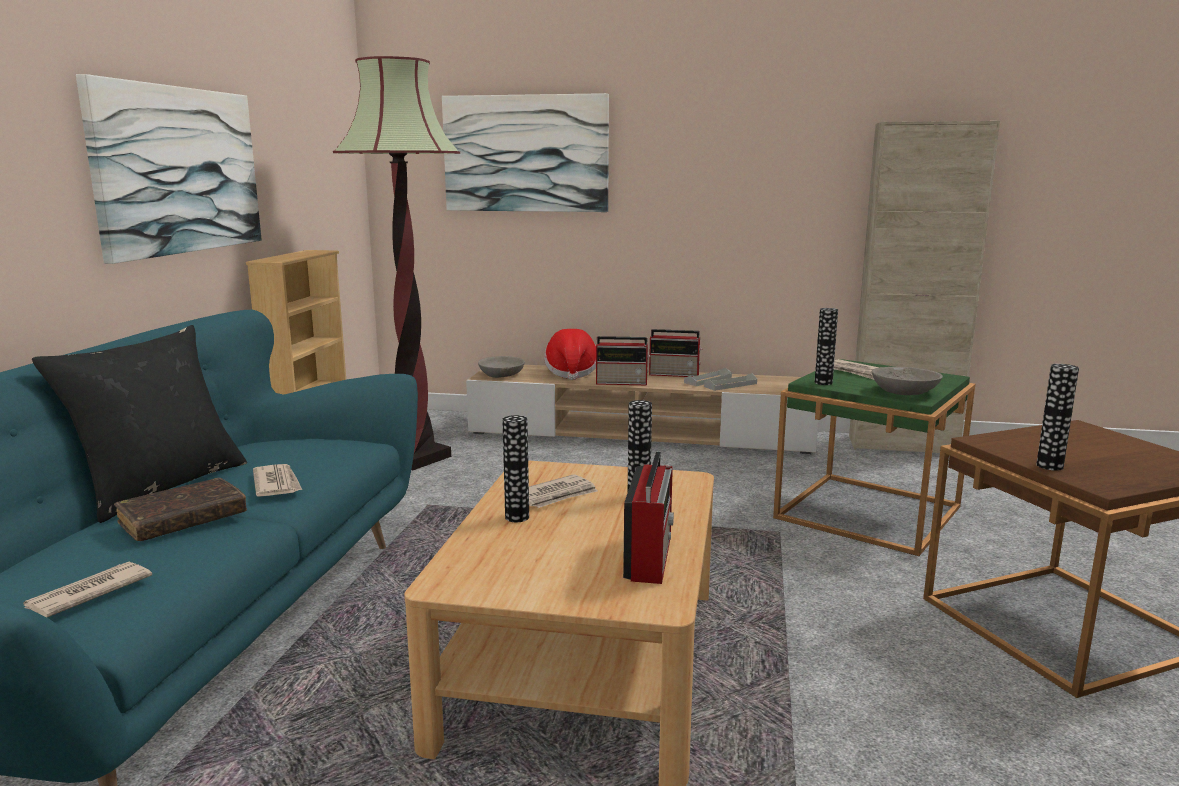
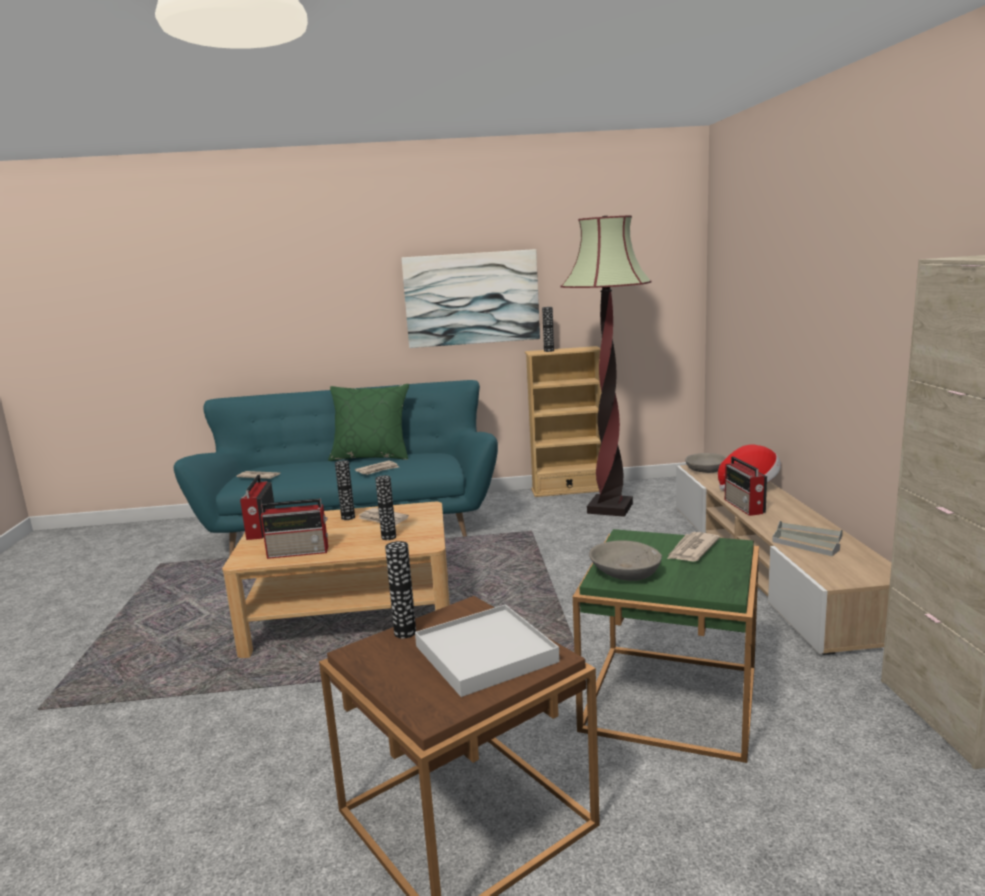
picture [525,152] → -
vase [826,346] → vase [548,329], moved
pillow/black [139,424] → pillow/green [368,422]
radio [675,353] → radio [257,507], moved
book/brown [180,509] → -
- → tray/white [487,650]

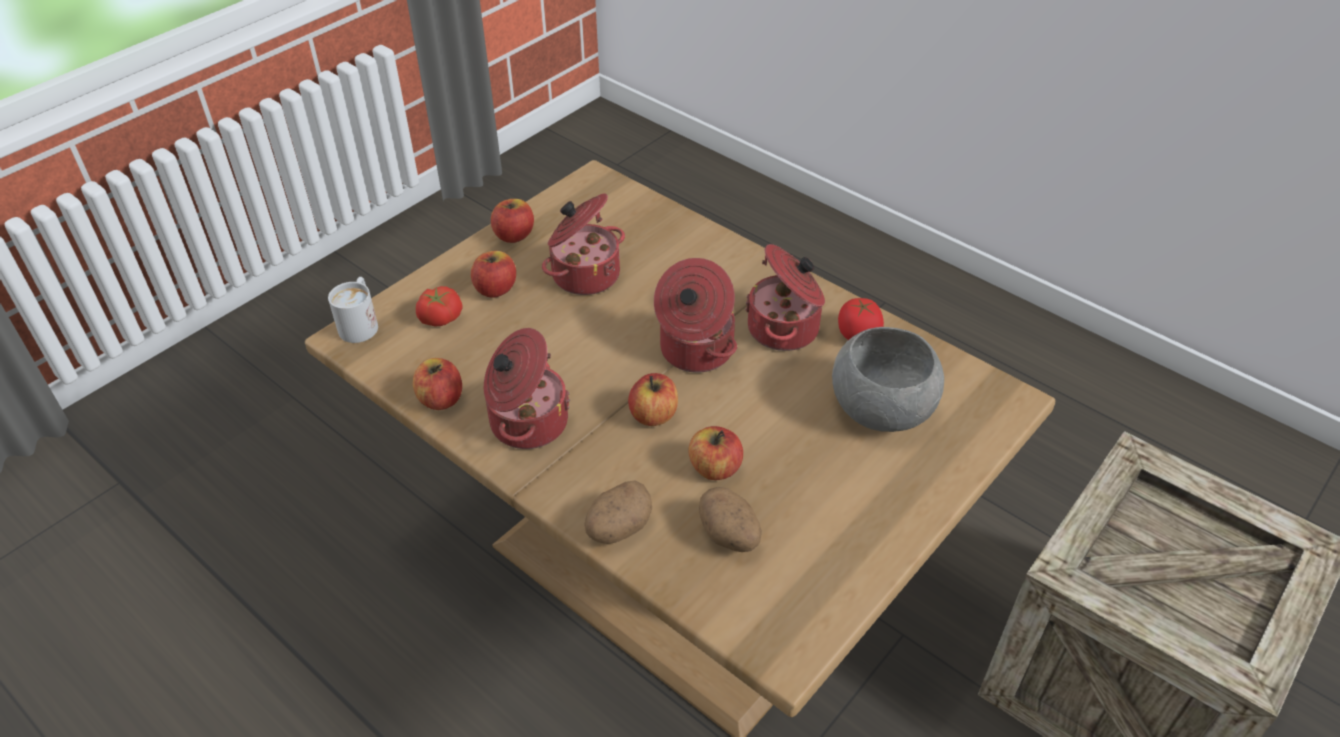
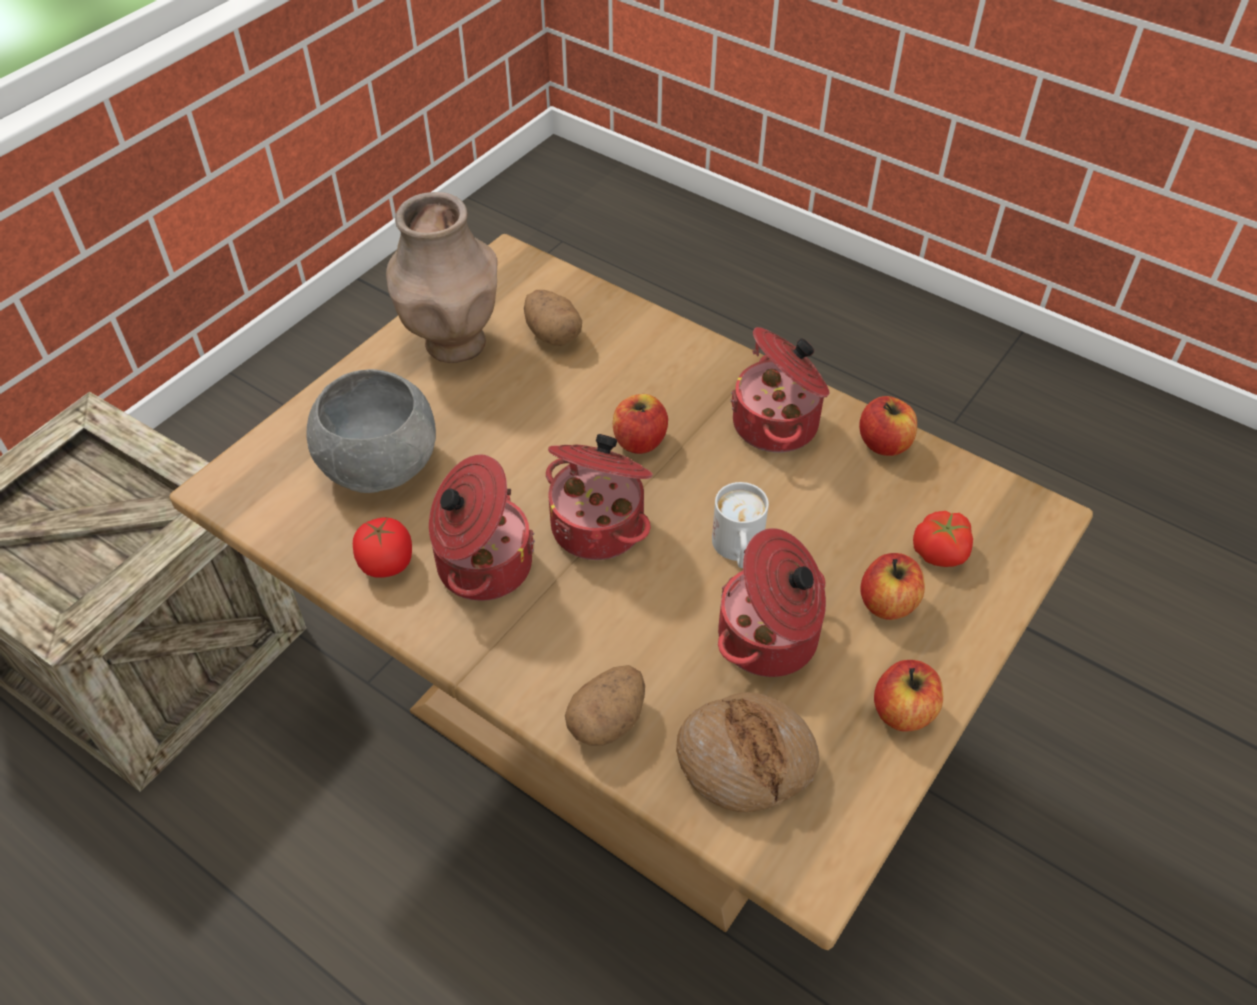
mug/white [353,310] → mug/white [740,525], moved
apple [716,453] → -
potato [618,512] → potato [605,705], moved
- → vase/brown [442,277]
- → bread [748,752]

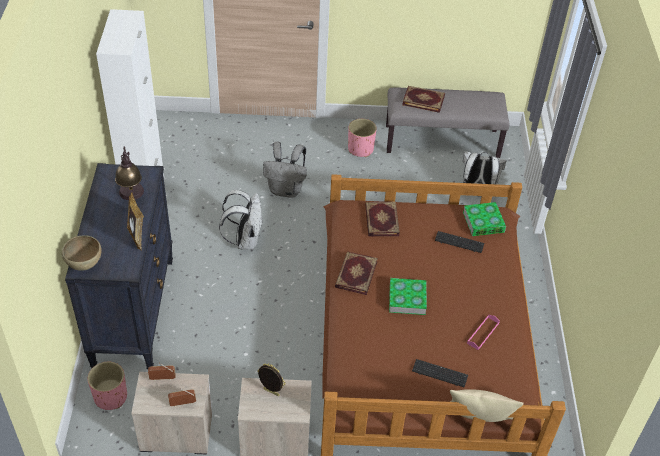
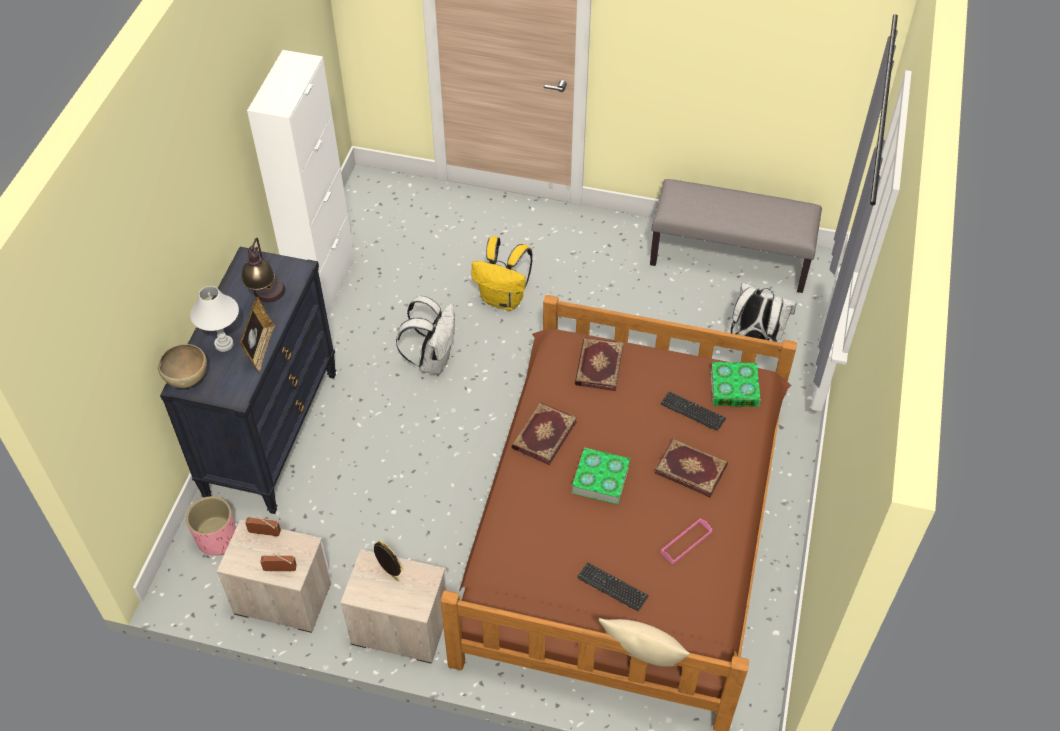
book [423,99] → book [691,468], moved
planter/pink [362,138] → -
backpack/grey [285,169] → backpack/yellow [502,273]
- → table lamp/white [214,319]

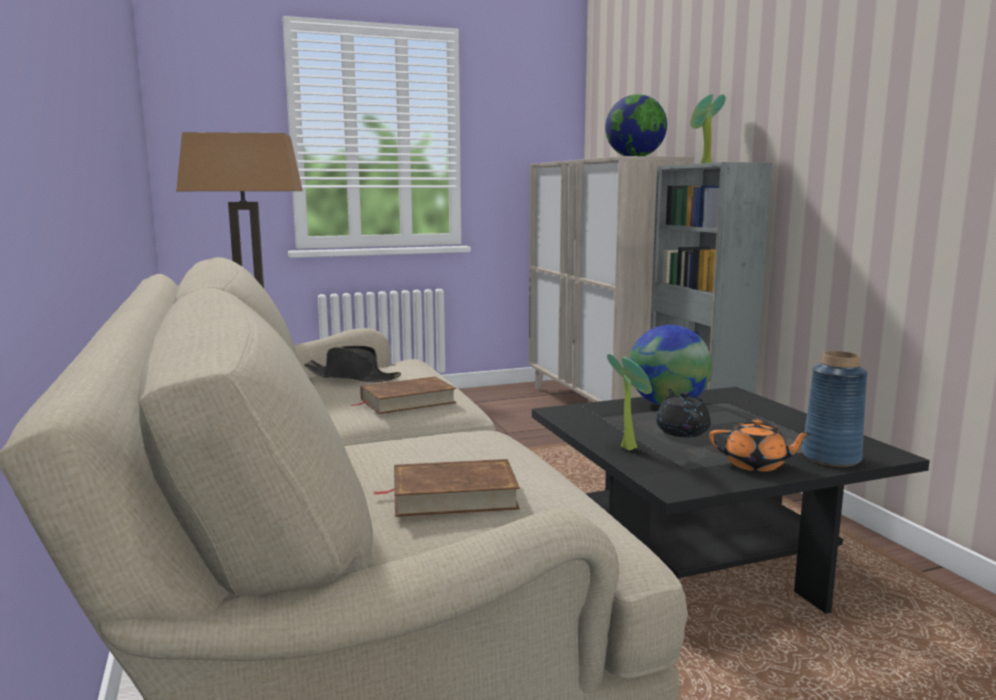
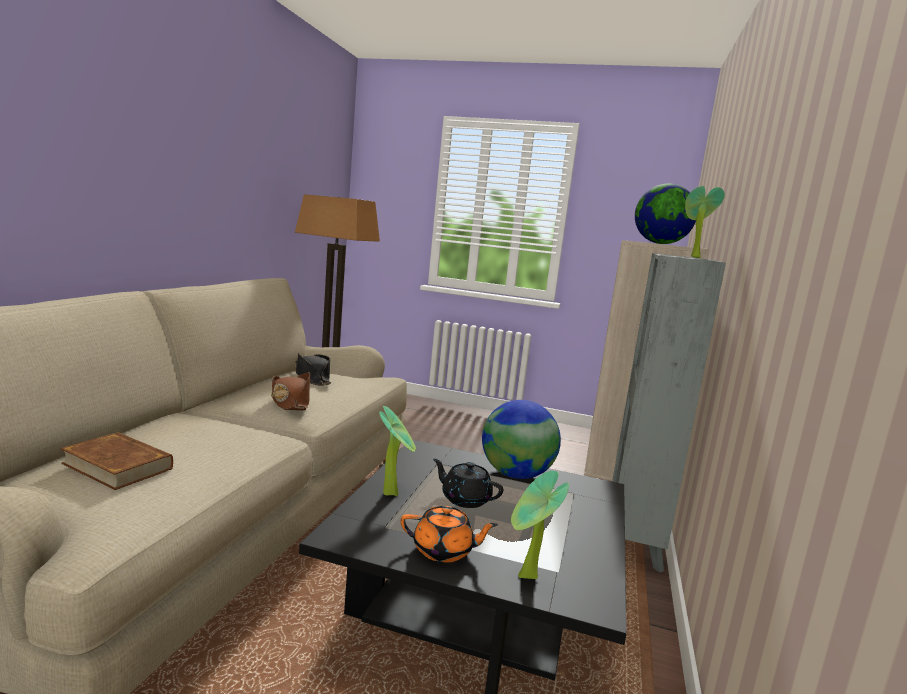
vase/blue [835,409] → potted plant [540,525]
book/brown [404,395] → hat/brown [290,391]
teapot/black [683,413] → teapot/black [468,483], 90 degrees counterclockwise
teapot/orange [761,445] → teapot/orange [449,534], 45 degrees counterclockwise

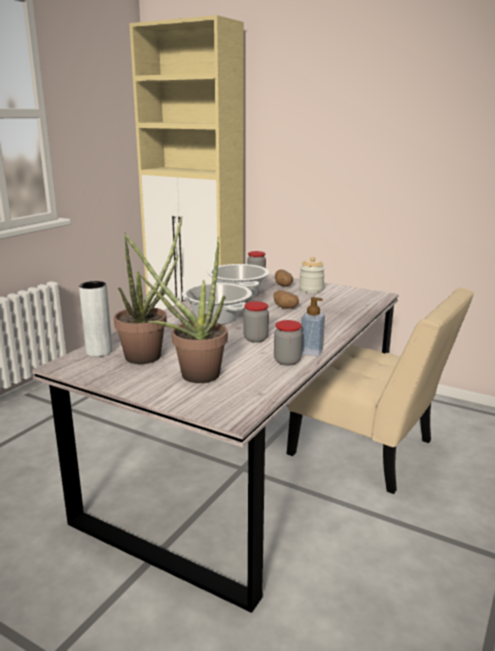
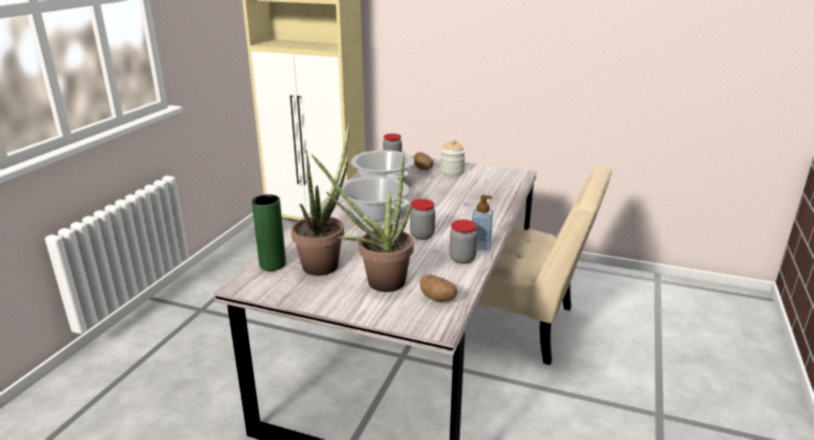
vase/grey [95,319] → vase/green [269,232]
potato [286,299] → potato [439,288], moved

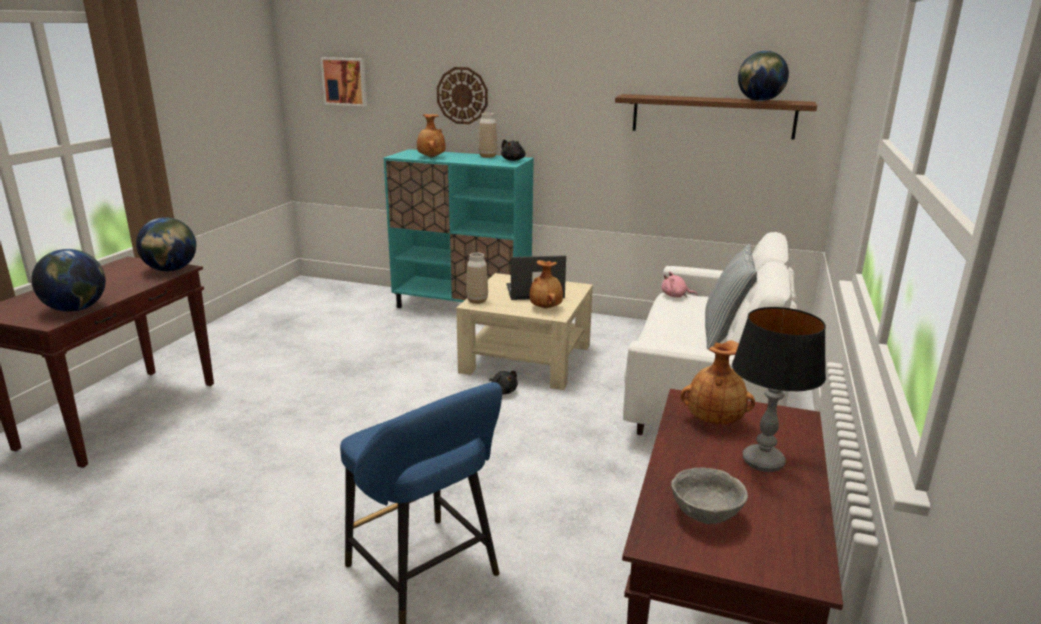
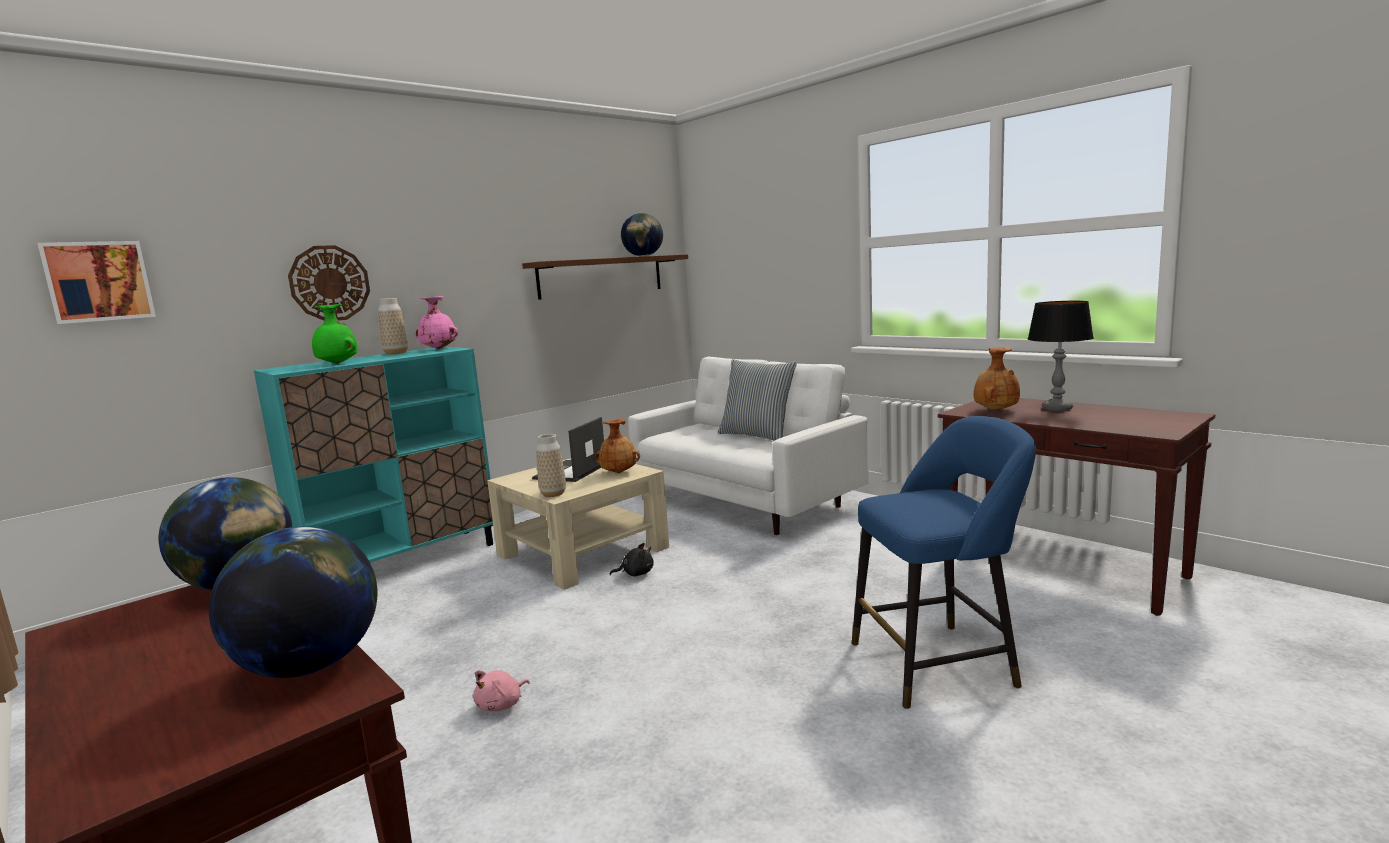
vase/brown [431,136] → vase/green [335,334]
plush toy/black [513,150] → vase/pink [436,322]
plush toy/pink [680,284] → plush toy/pink [501,690], moved
bowl/grey [709,496] → -

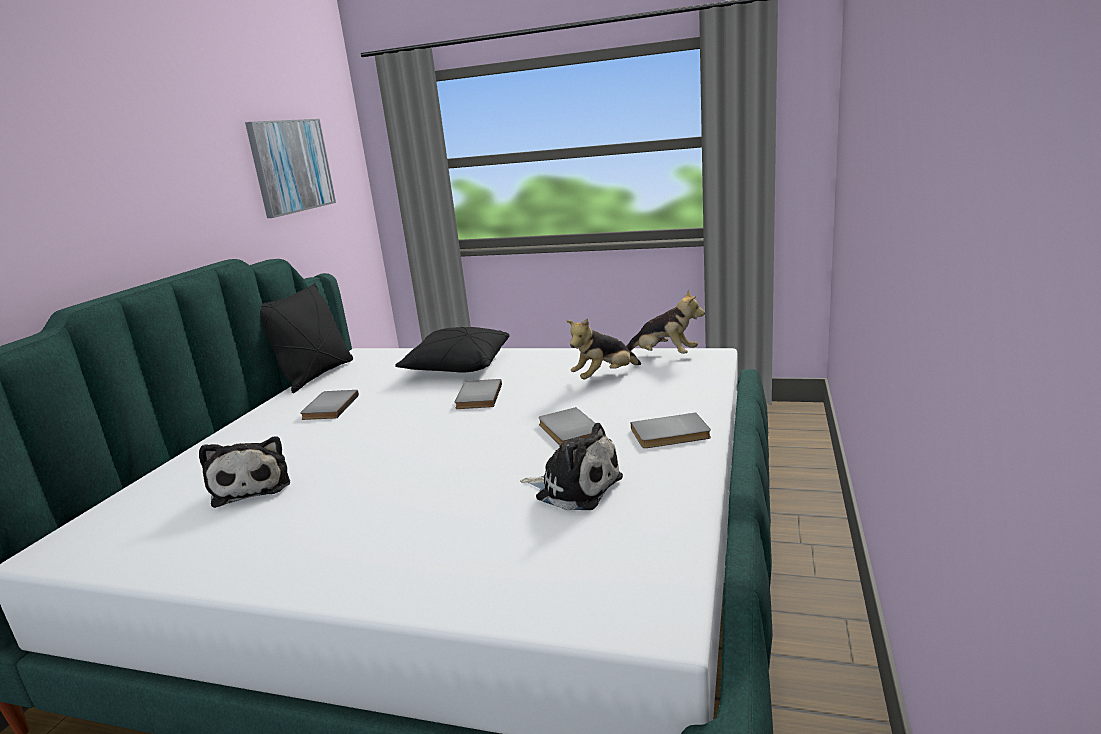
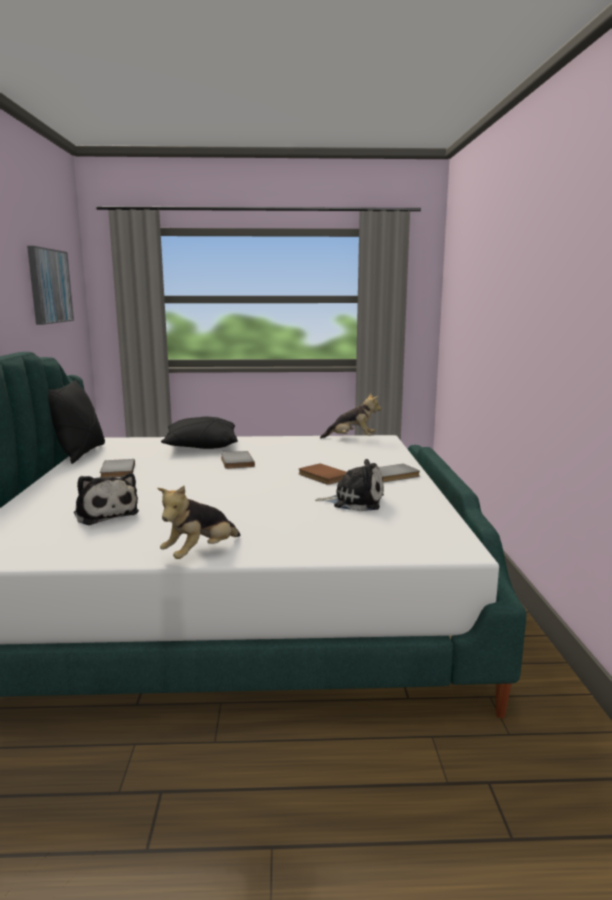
plush toy [604,348] → plush toy [198,522], moved
book/grey [567,426] → book/brown [323,474]

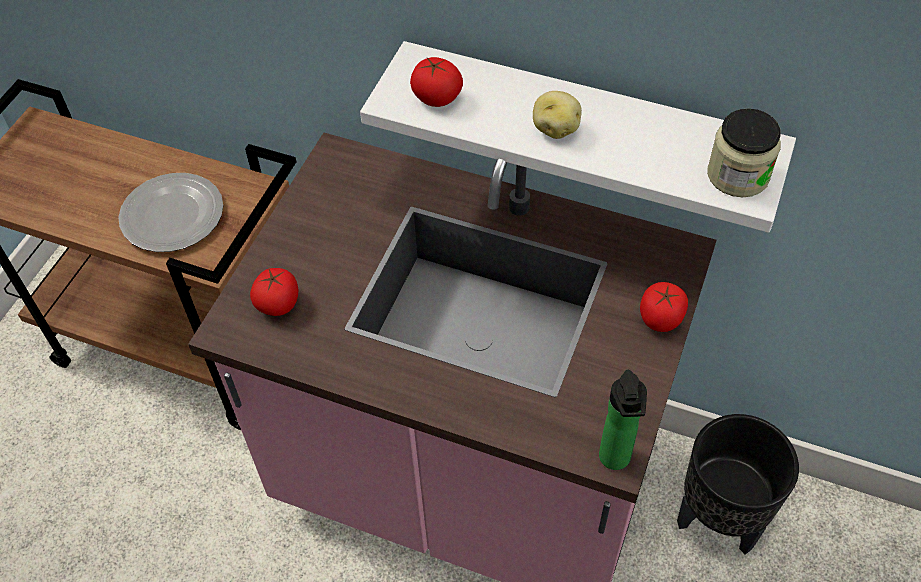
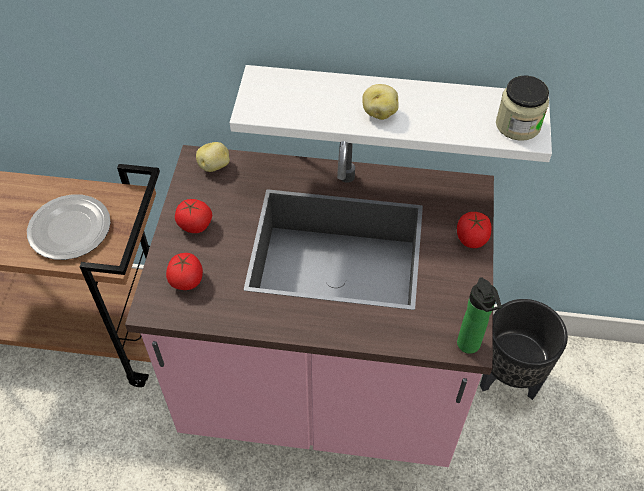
tomato [436,82] → tomato [193,216], moved
- → potato [213,157]

